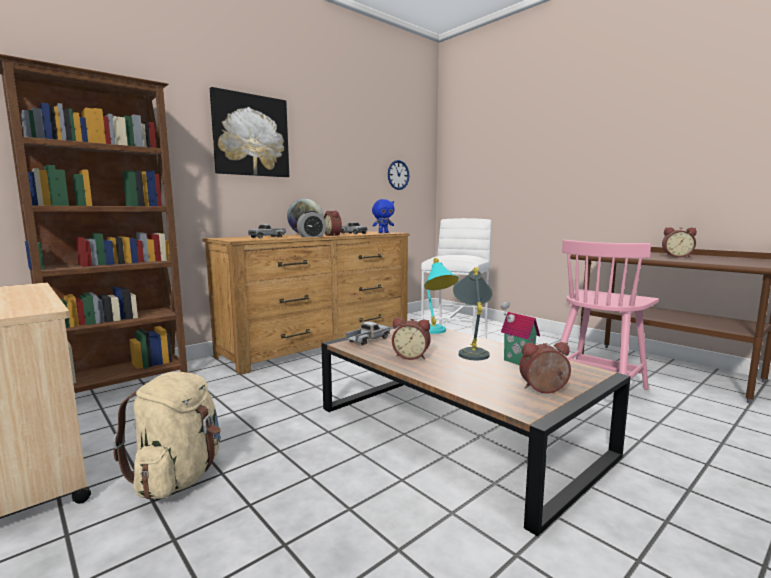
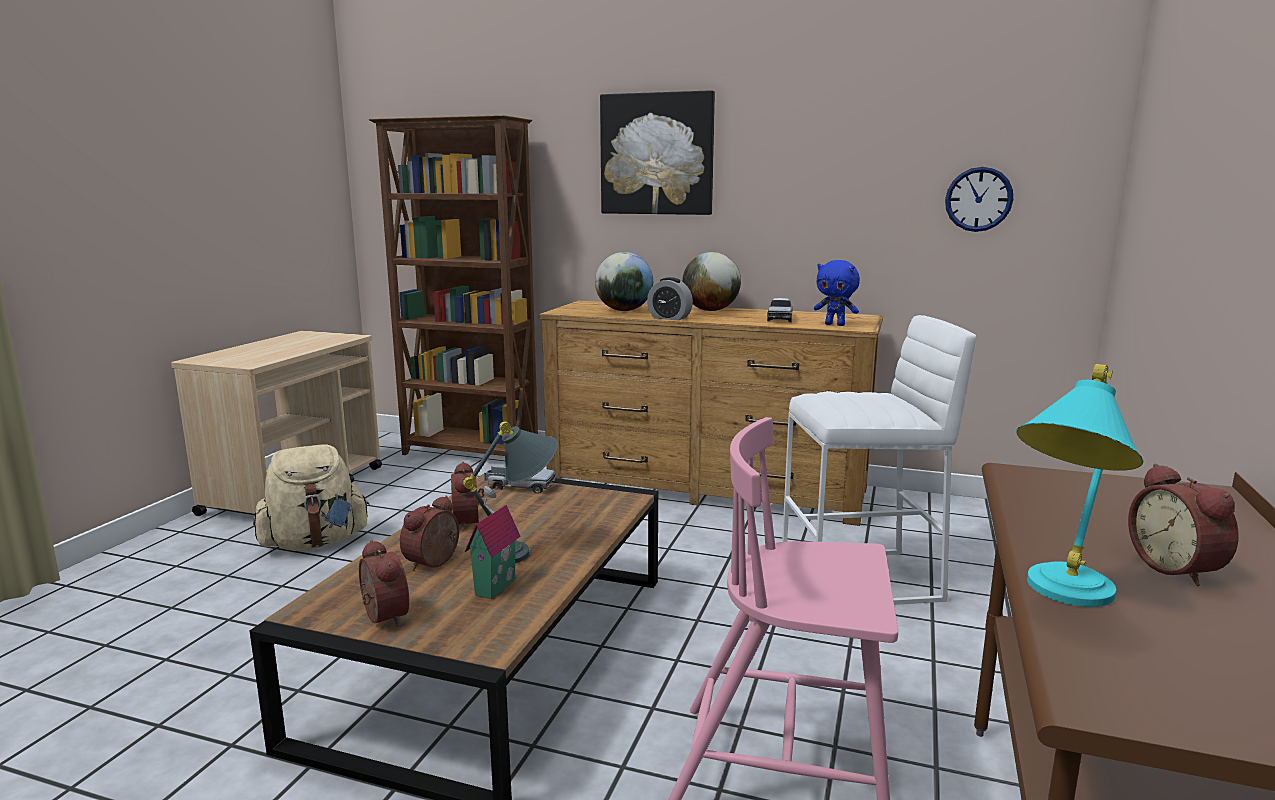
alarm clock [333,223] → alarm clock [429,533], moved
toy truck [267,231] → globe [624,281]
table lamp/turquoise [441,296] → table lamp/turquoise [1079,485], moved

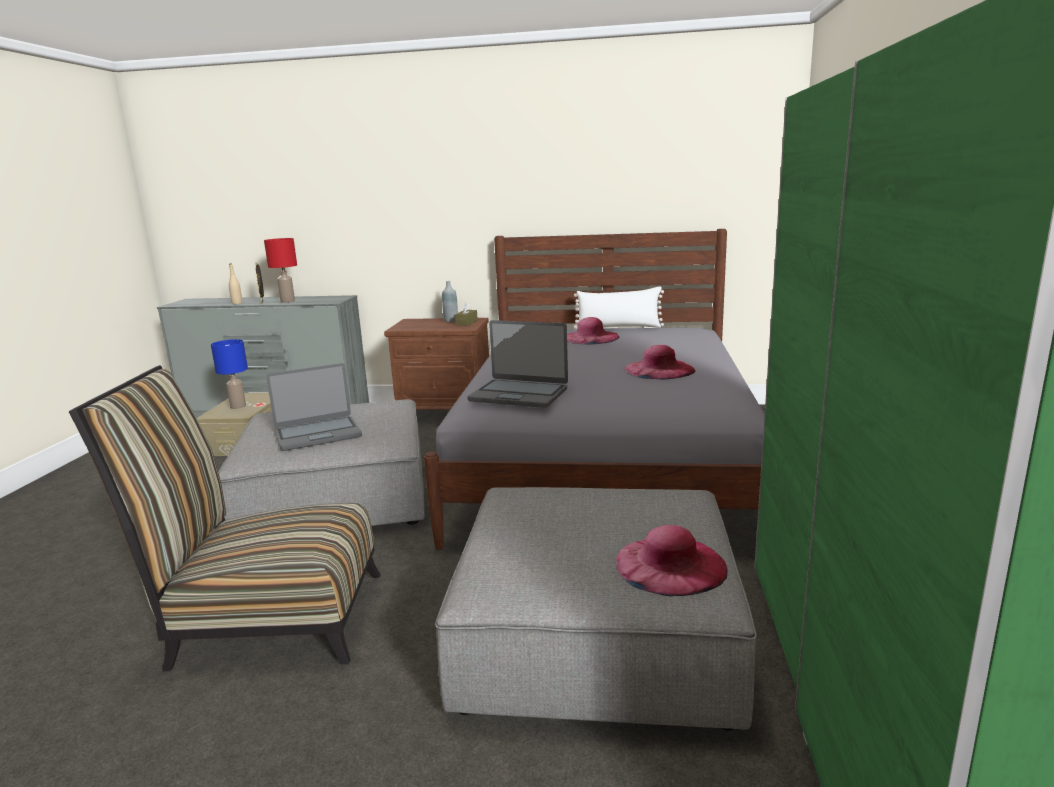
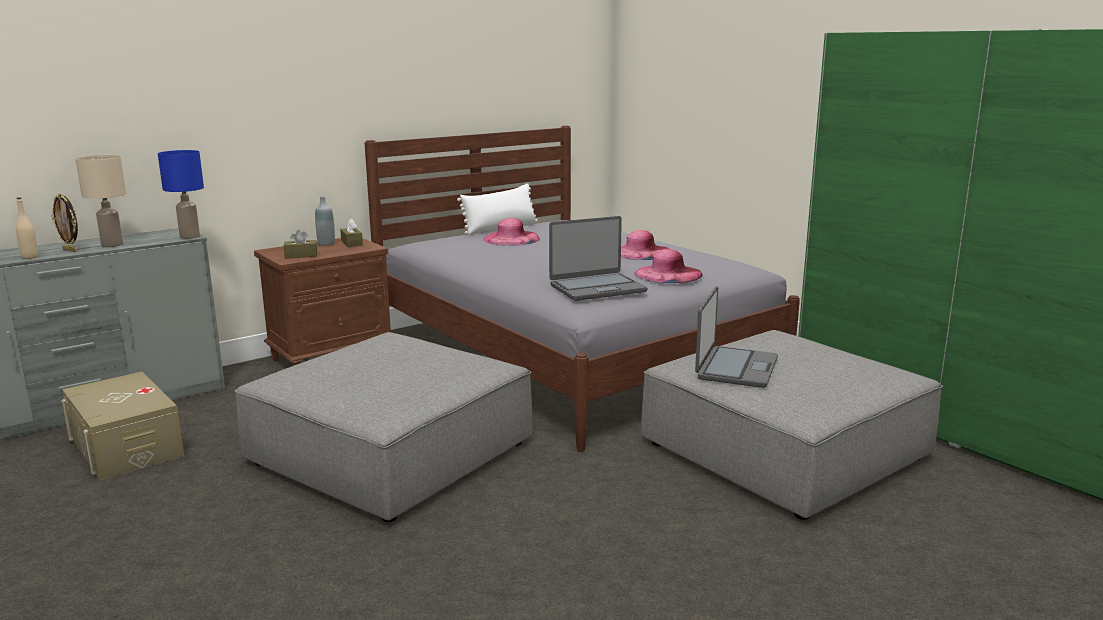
table lamp/red [280,270] → table lamp/beige [100,201]
table lamp/blue [229,374] → table lamp/blue [181,194], moved
laptop [314,407] → laptop [736,337], moved
chair [225,518] → -
hat/pink [672,560] → hat/pink [668,266], moved
- → tissue box/brown [300,244]

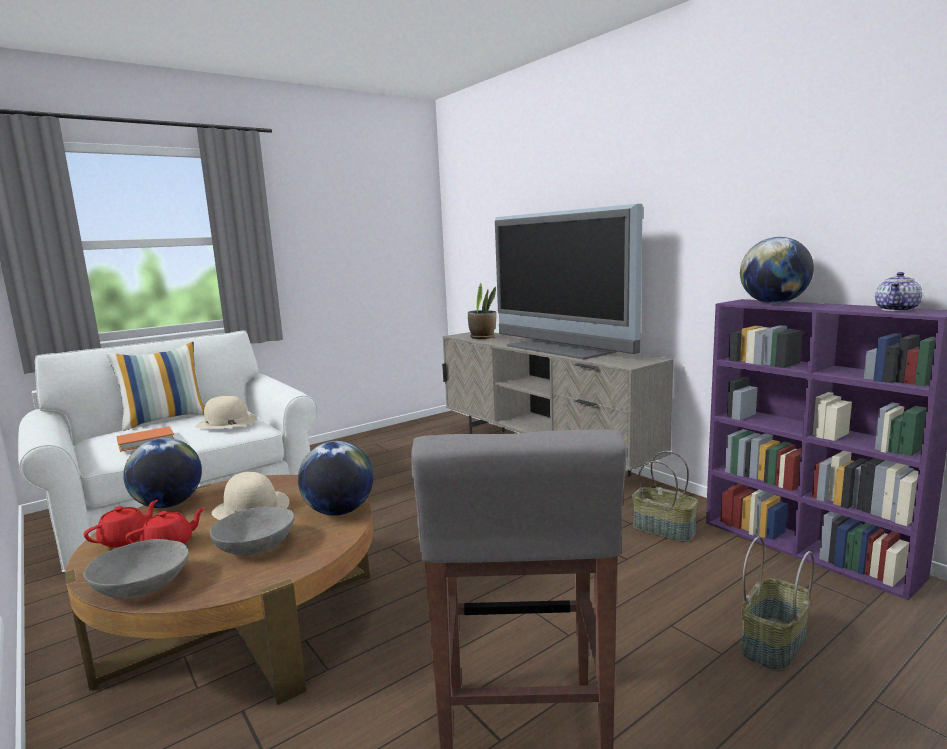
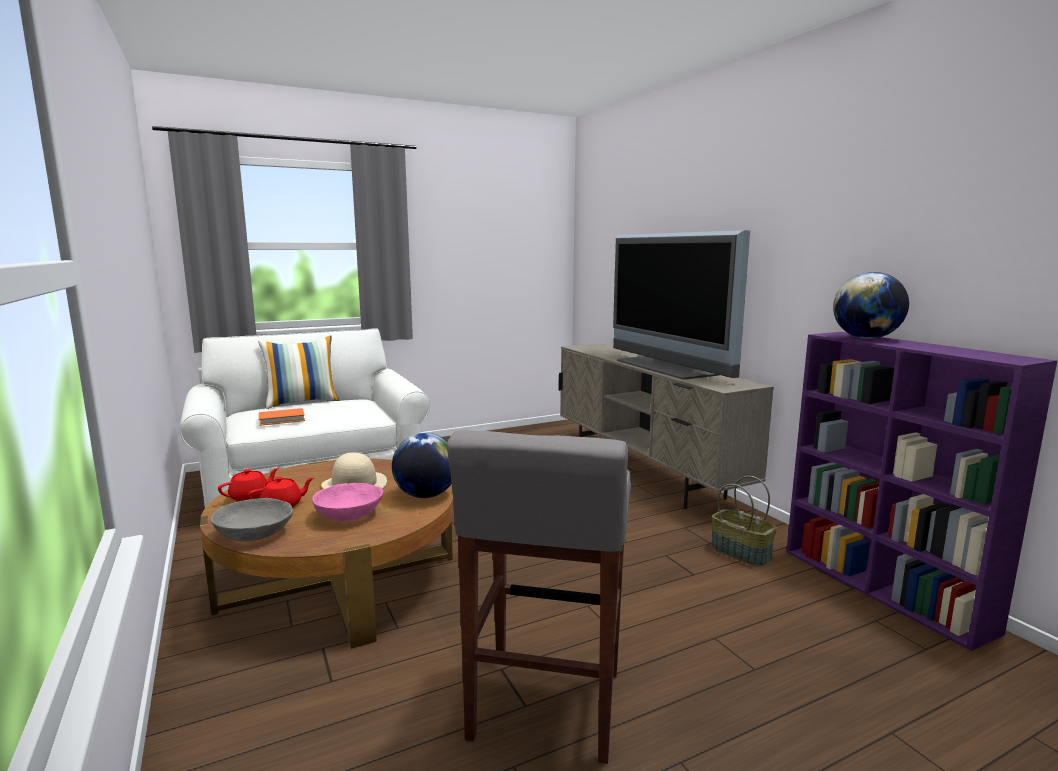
teapot [898,291] → -
potted plant [482,310] → -
hat/beige [226,412] → -
globe [162,473] → -
bowl/grey [252,531] → bowl/pink [347,502]
basket [777,604] → -

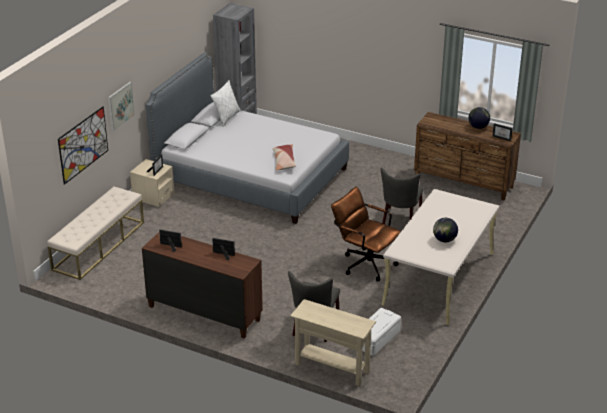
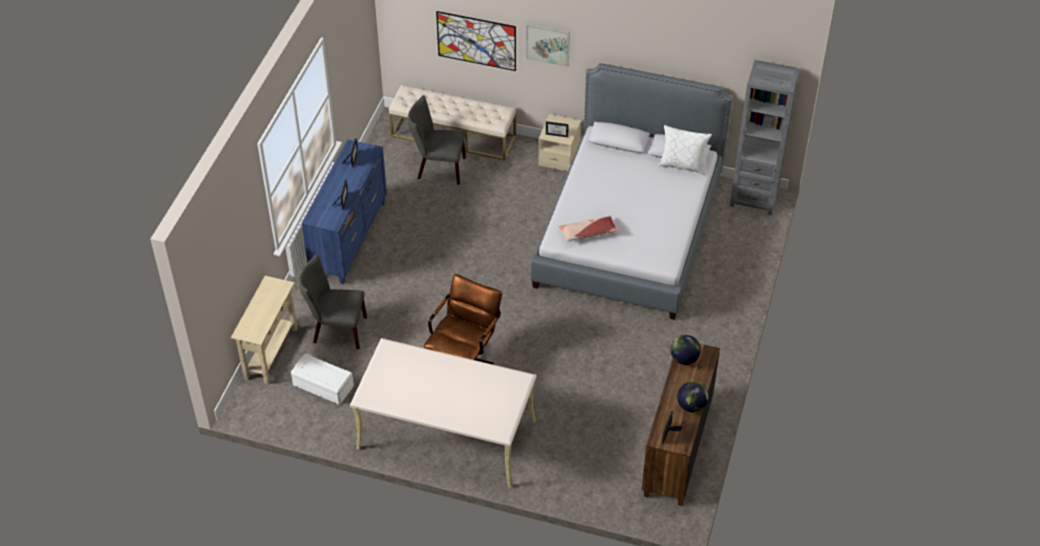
chair/grey [402,196] → chair/grey [437,140], moved
globe [445,230] → globe [686,350], moved
dresser/brown [202,285] → dresser/blue [344,211]

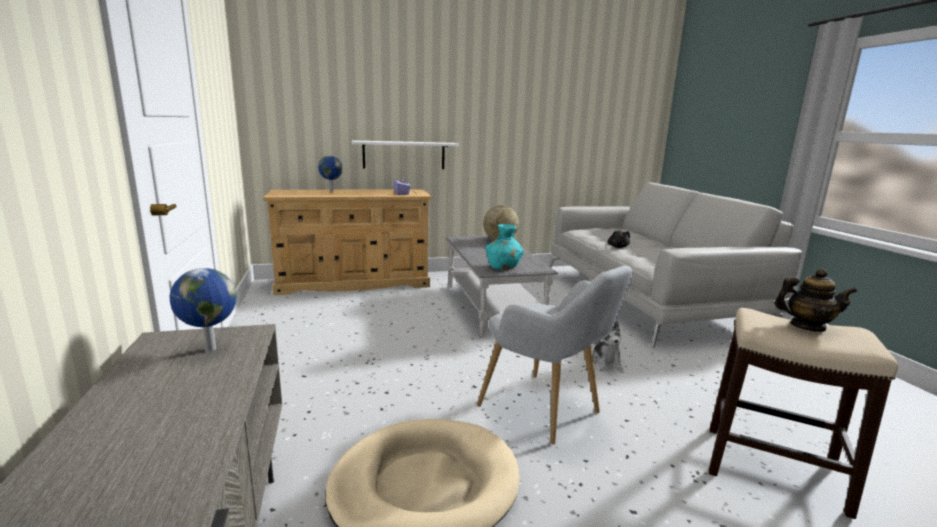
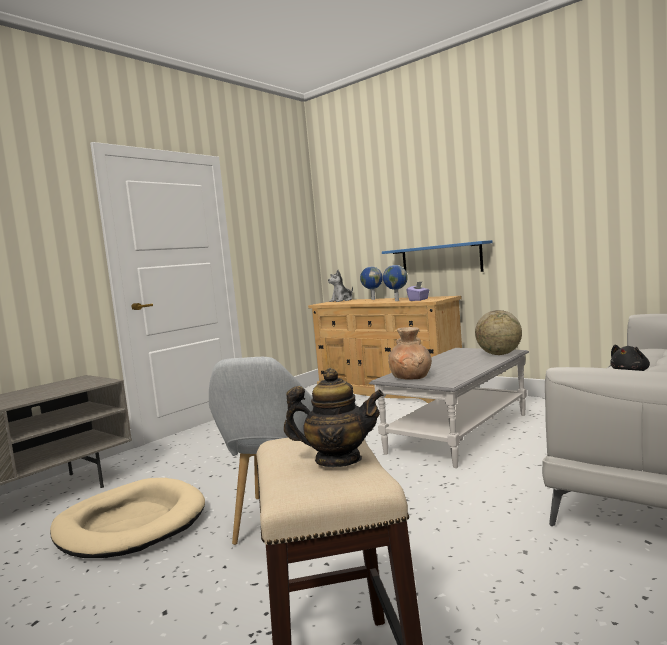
shelf/white [405,154] → shelf/blue [437,256]
vase/turquoise [504,247] → vase/brown [410,353]
globe [203,309] → globe [395,283], moved
teapot [815,300] → teapot [334,417], 60 degrees counterclockwise
plush toy [608,346] → plush toy [340,286], moved

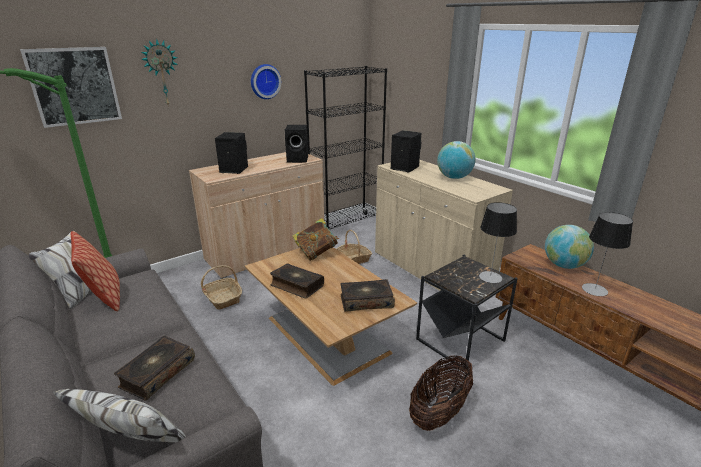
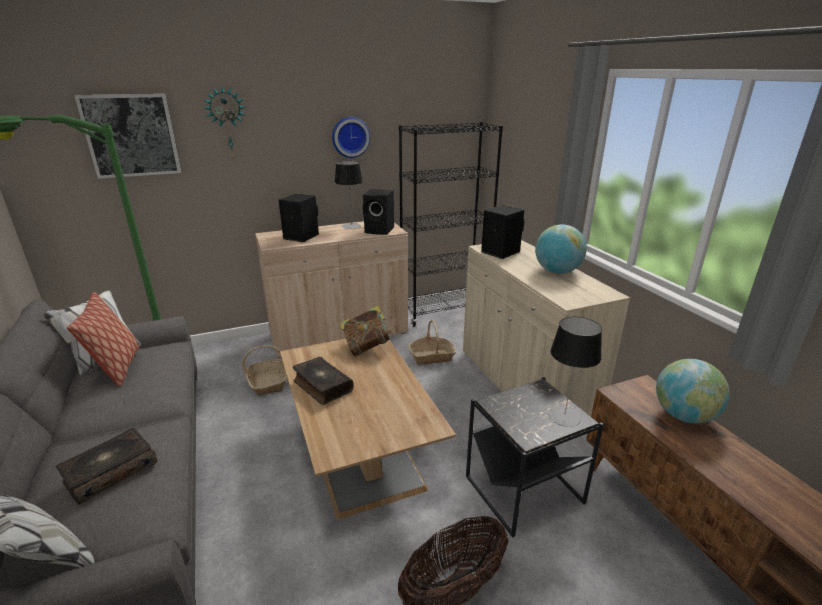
table lamp [607,254] → table lamp [349,195], moved
book [367,295] → -

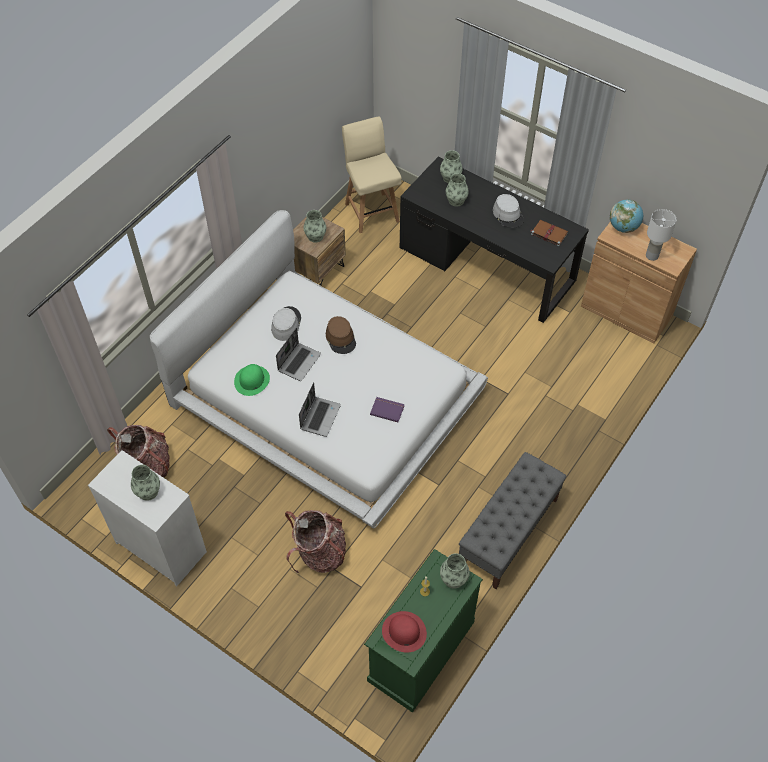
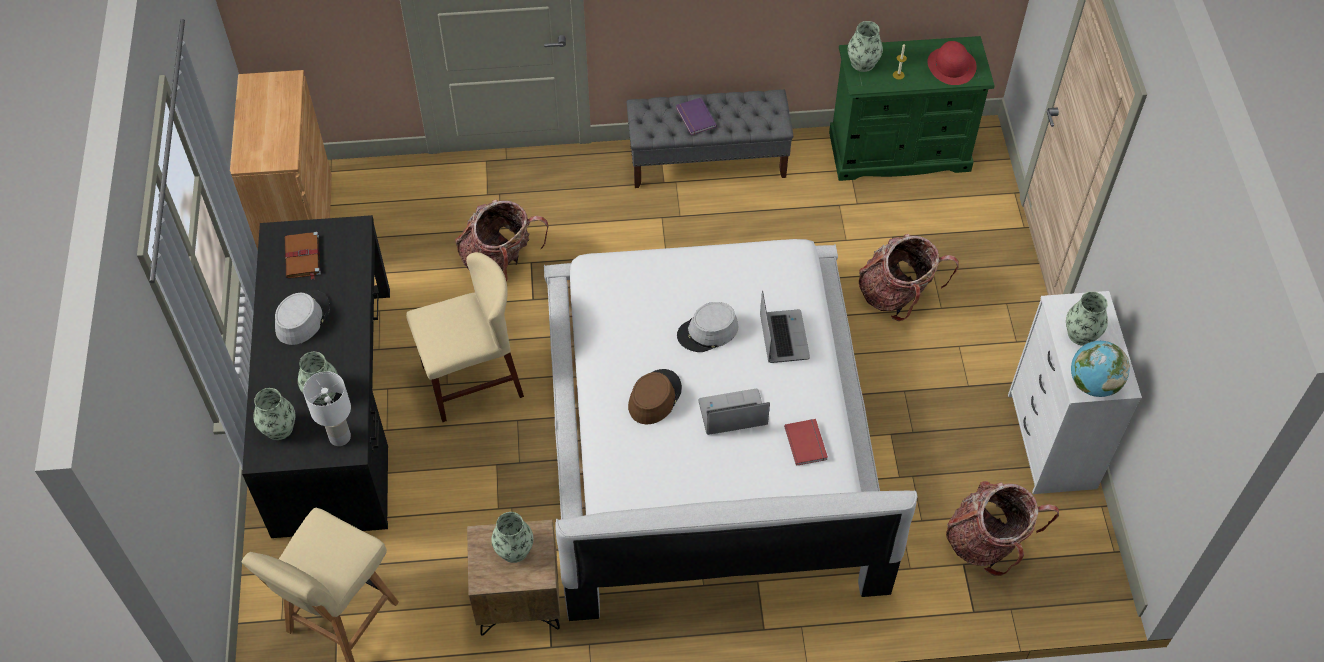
globe [626,216] → globe [1100,369], moved
table lamp/white [661,235] → table lamp/white [327,408], moved
hat/grey [286,323] → hat/grey [708,327], moved
hat/green [252,380] → book/red [806,442]
laptop [320,409] → laptop [785,327], 105 degrees clockwise
book/purple [387,409] → book/purple [696,116], moved
- → backpack [501,240]
- → chair/beige [465,337]

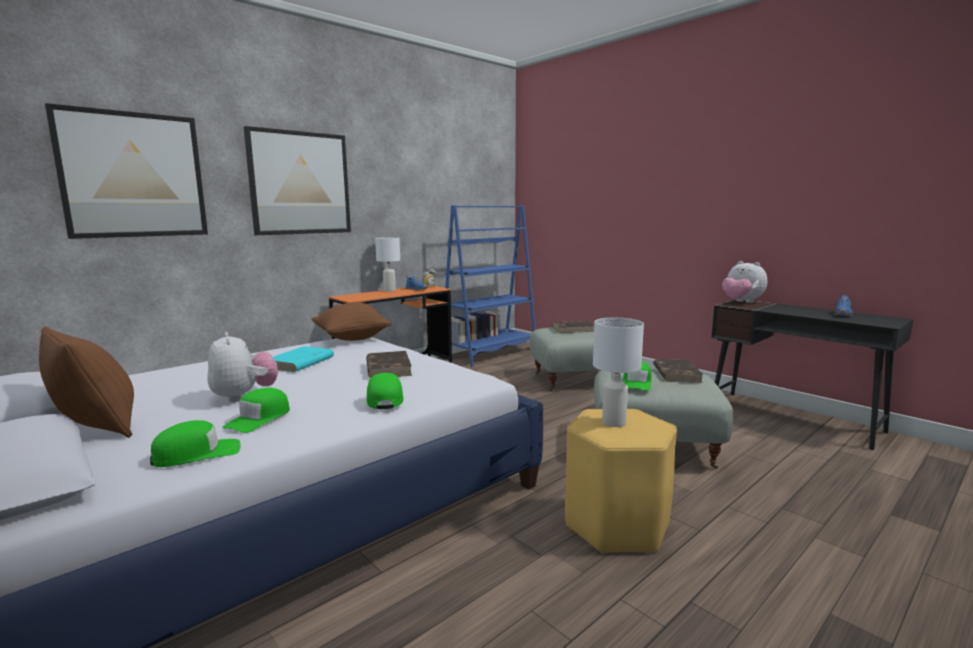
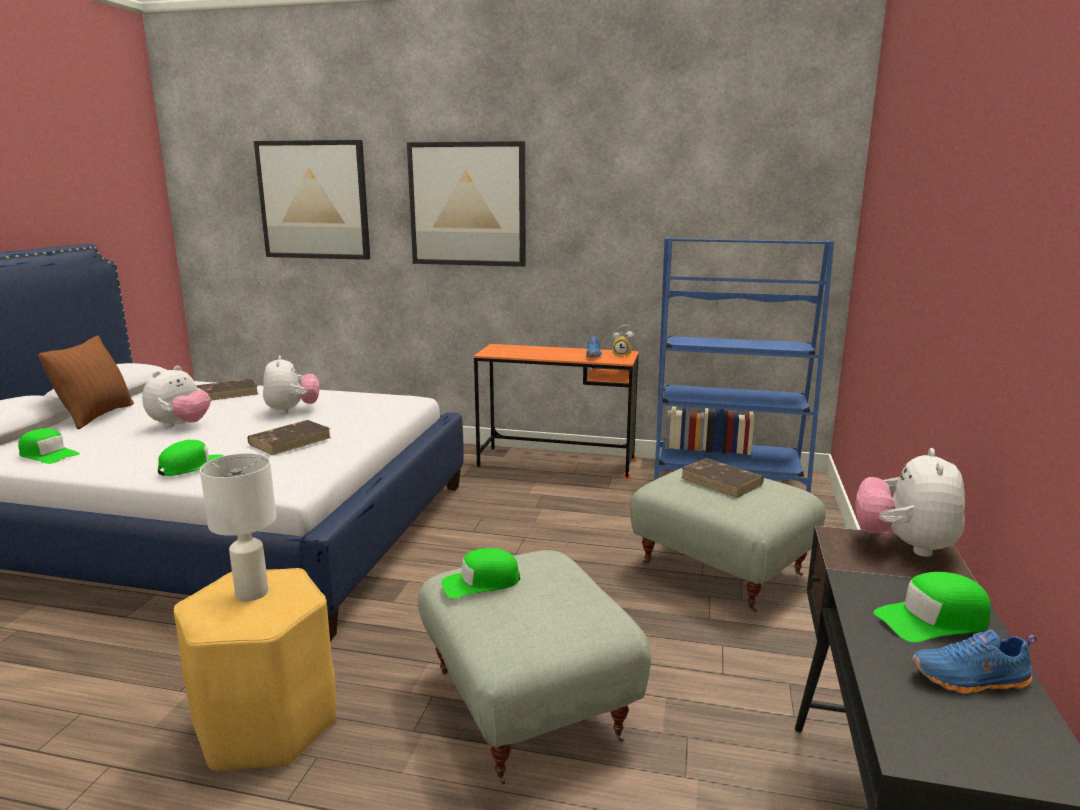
table lamp/white [387,264] → -
pillow/brown [352,321] → -
book/turquoise [303,359] → plush toy [291,384]
book/brown [678,371] → book/brown [227,389], moved
cap/green [256,410] → cap/green [932,607], moved

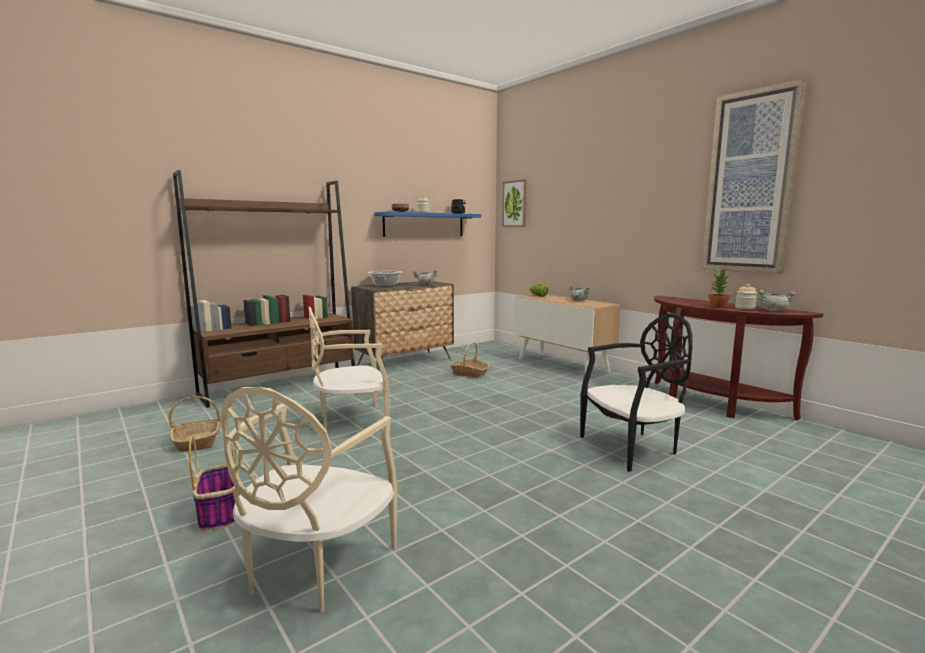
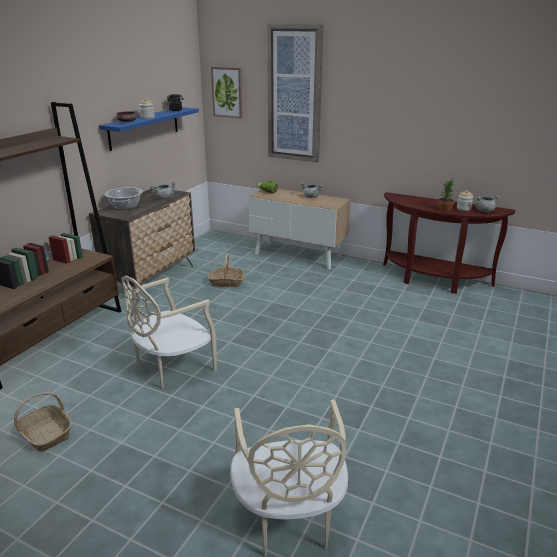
picture [754,176] → picture [295,93], moved
chair/black [636,393] → -
basket [214,483] → -

